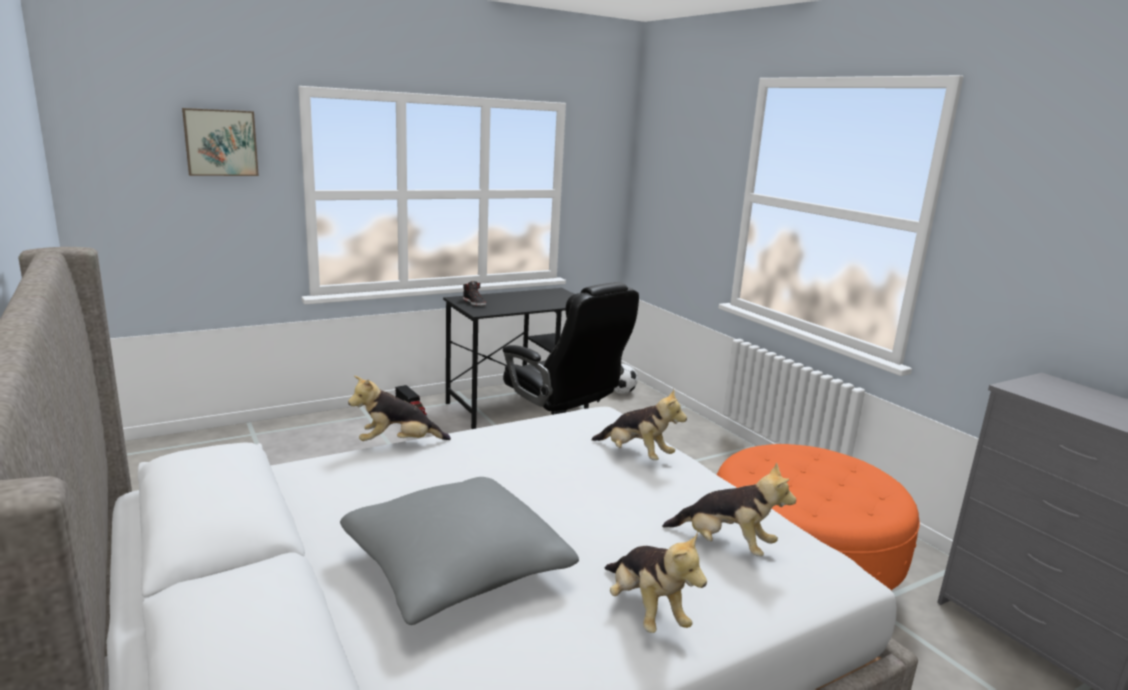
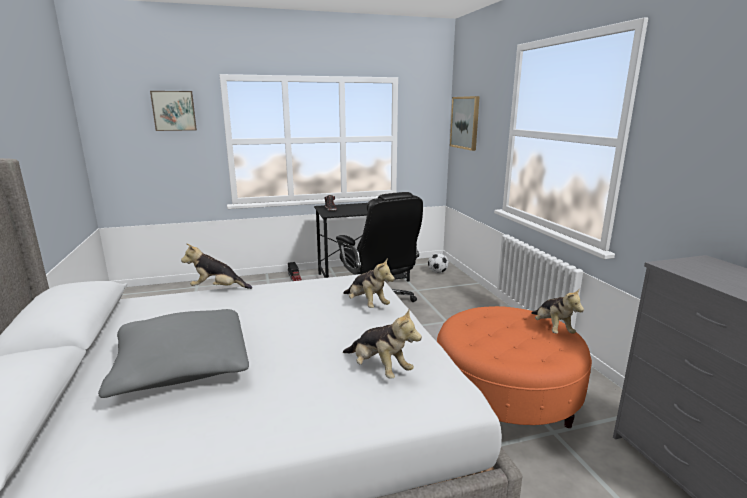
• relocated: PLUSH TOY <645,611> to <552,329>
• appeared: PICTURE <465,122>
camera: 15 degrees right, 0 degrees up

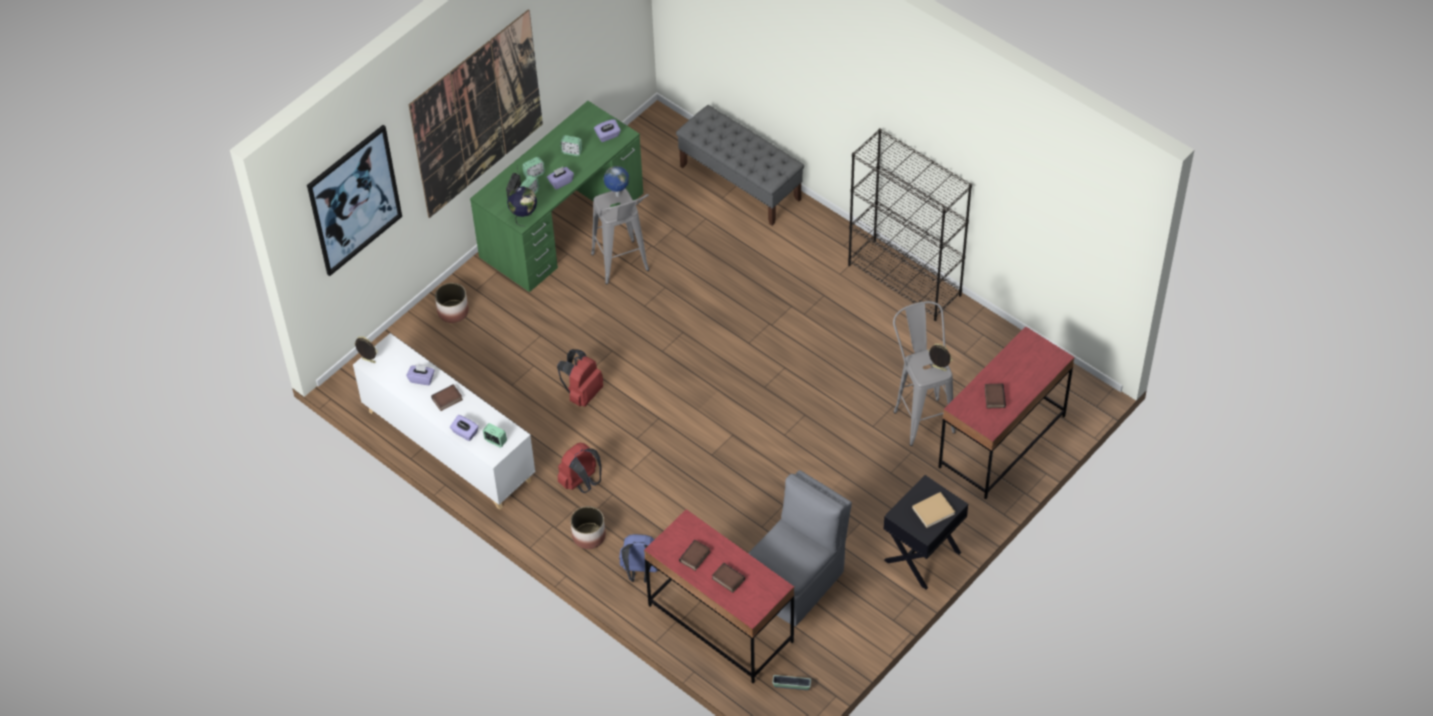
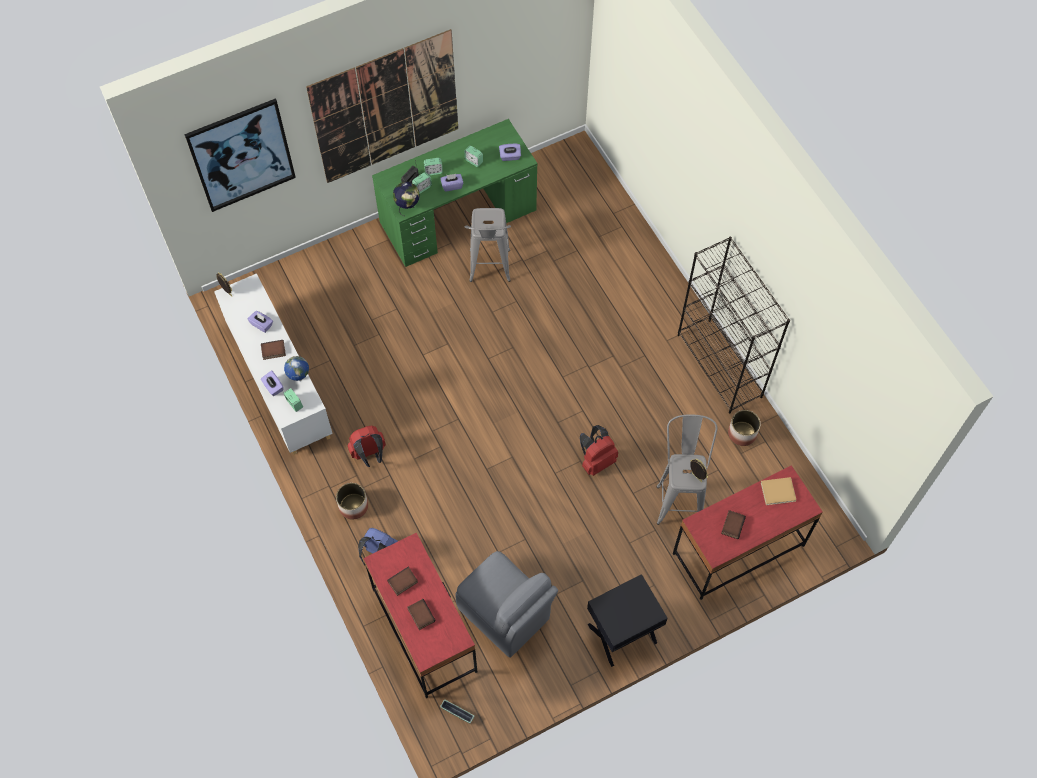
• missing: GREY BENCH <740,183>
• relocated: GLOBE <617,195> to <299,379>
• relocated: PLANTER <453,311> to <742,433>
• relocated: RED BACKPACK <582,393> to <596,460>
• spun: GREY CHAIR <796,581> = <505,615> 75 degrees clockwise
• relocated: BEIGE BOOK <934,510> to <779,491>
camera: 20 degrees right, 10 degrees up

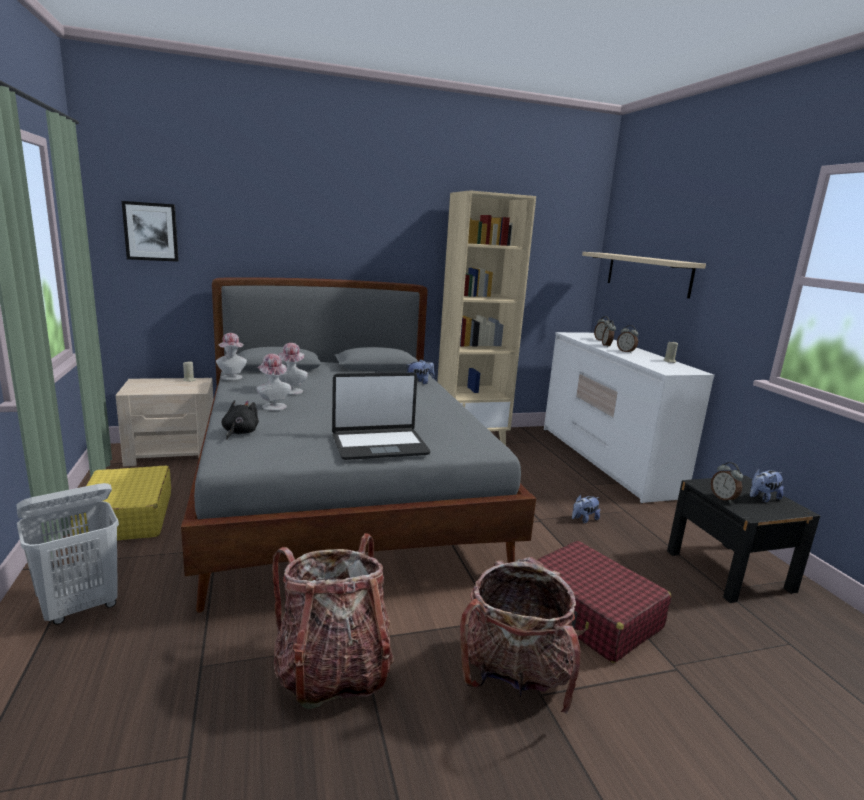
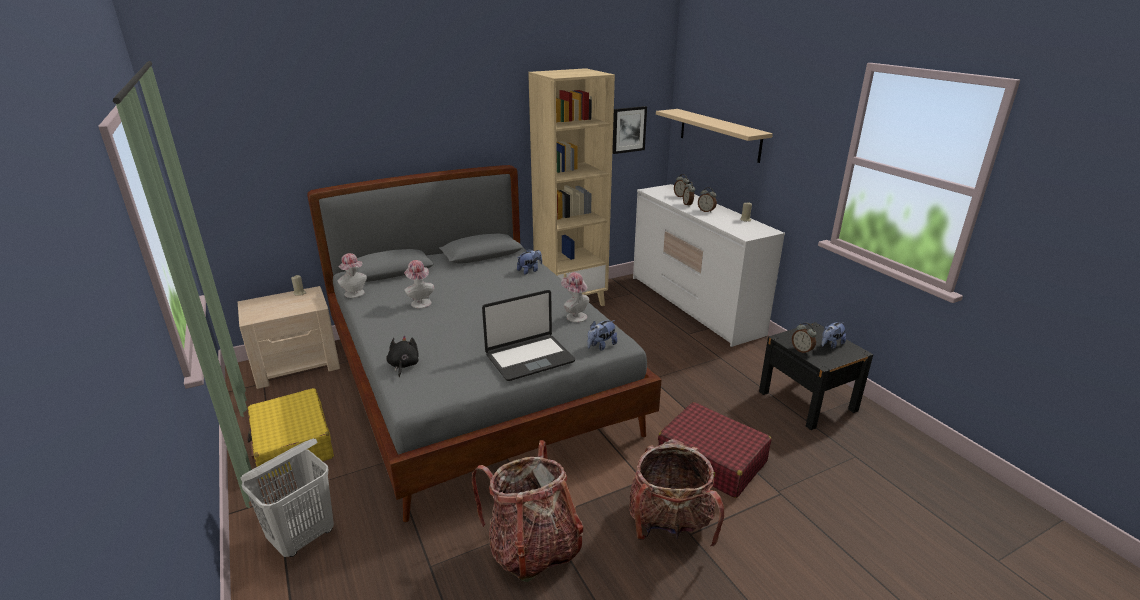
• relocated: PICTURE <151,231> to <628,129>
• relocated: HAT <273,406> to <574,316>
• relocated: PLUSH TOY <584,519> to <601,346>
camera: 10 degrees left, 10 degrees up

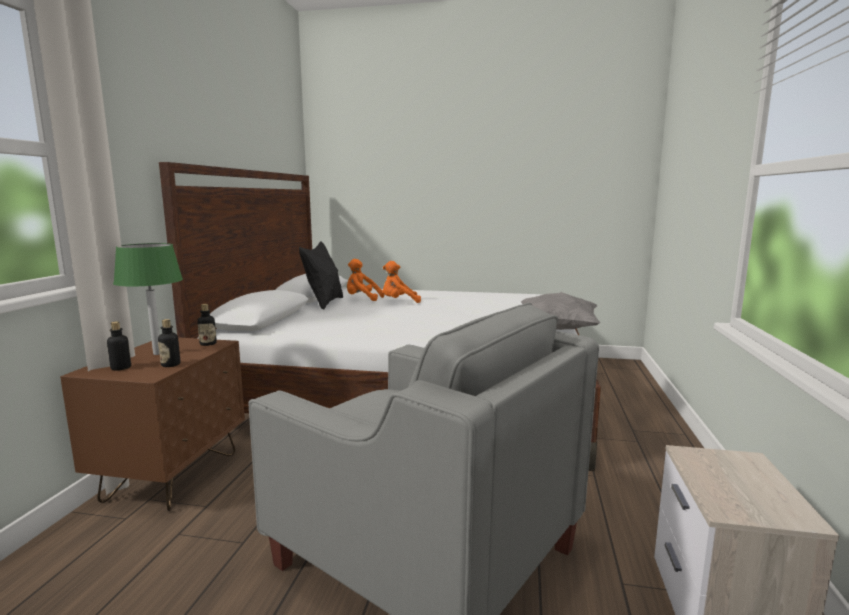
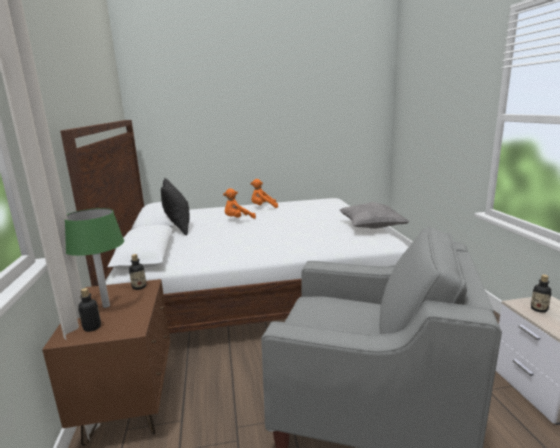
• relocated: ORANGE PLUSH TOY <362,299> to <263,207>
• relocated: BOTTLE <170,364> to <538,309>
camera: 20 degrees left, 5 degrees up

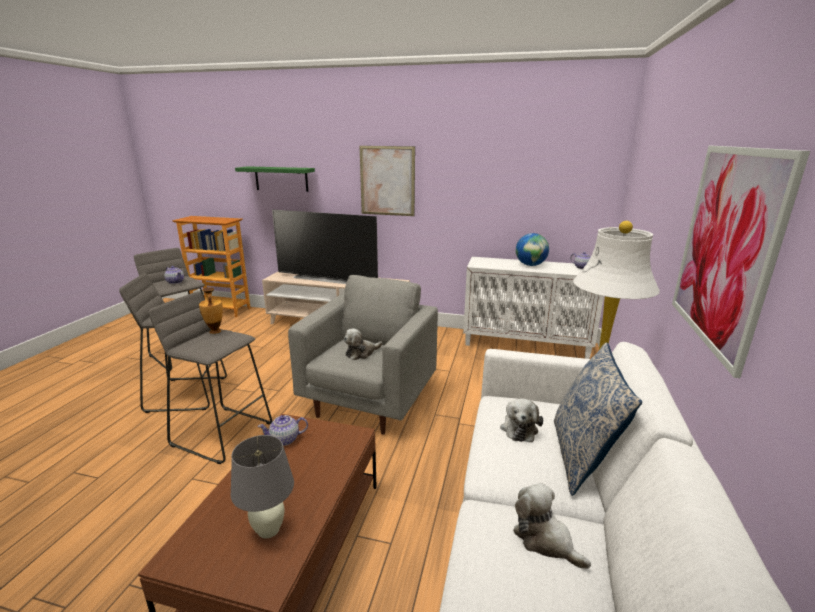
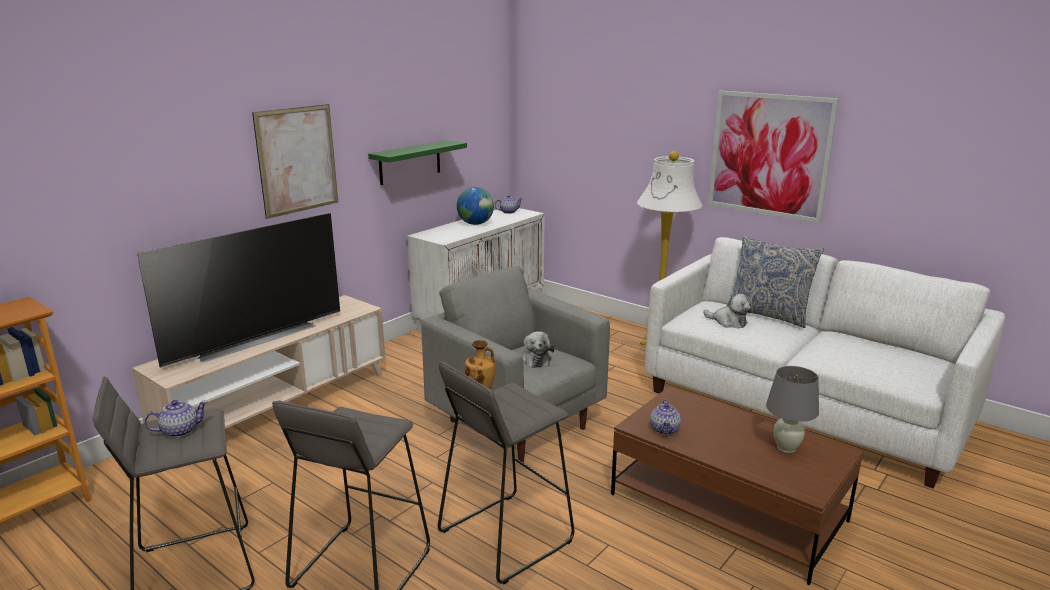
• relocated: GREEN SHELF <281,179> to <410,162>
• missing: PLUSH TOY <545,540>
camera: 65 degrees left, 0 degrees up

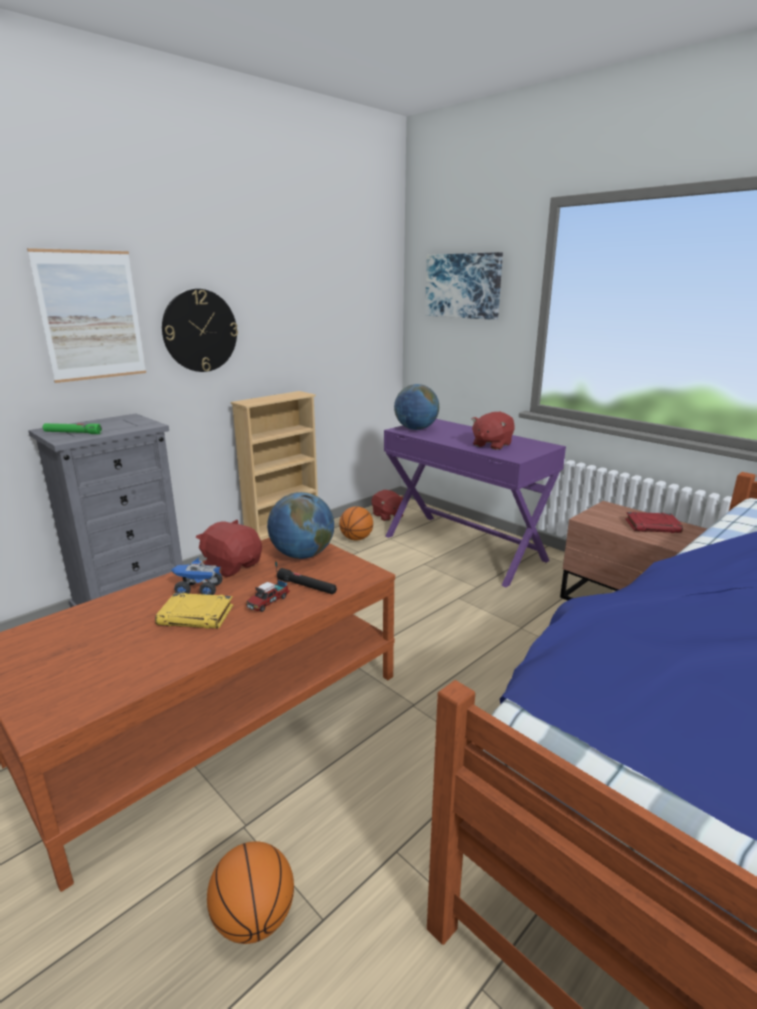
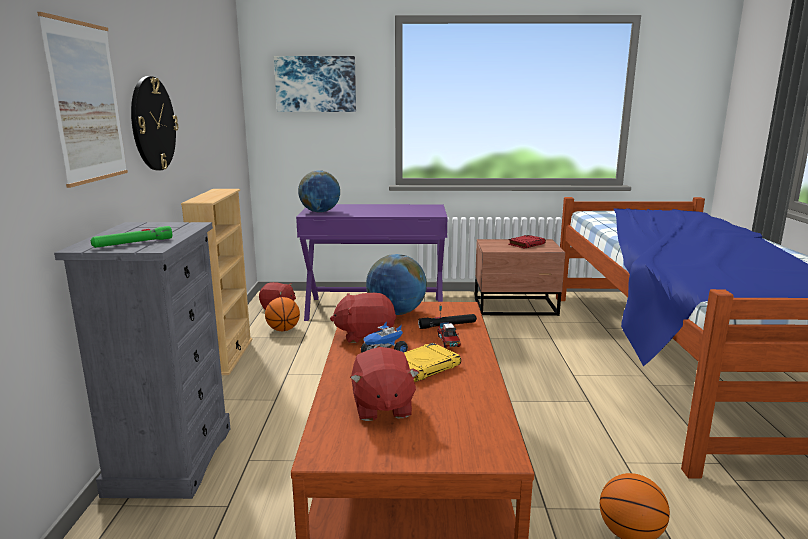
• relocated: RED PLUSH TOY <491,445> to <382,407>
camera: 45 degrees left, 5 degrees down

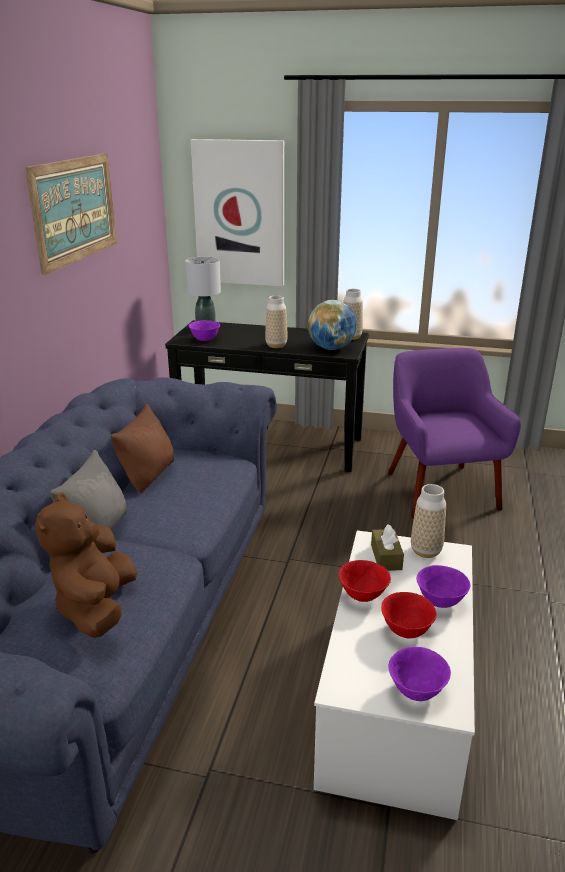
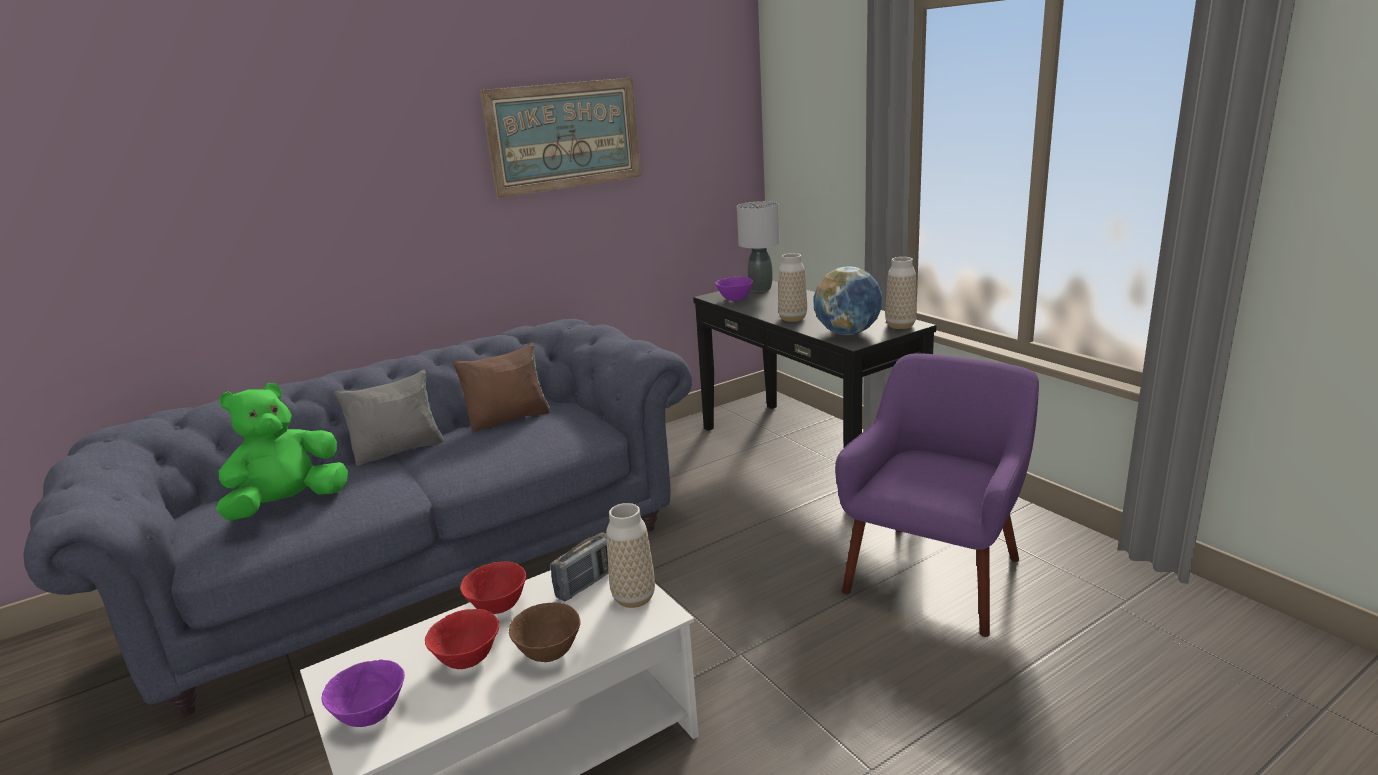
• missing: PICTURE <240,214>
• colour: BROWN PLUSH TOY <96,607> to GREEN PLUSH TOY <289,504>
• exchanged: BROWN TISSUE BOX <386,557> to RADIO <586,584>
• colour: PURPLE BOWL <440,601> to BROWN BOWL <549,653>
camera: 45 degrees right, 5 degrees down

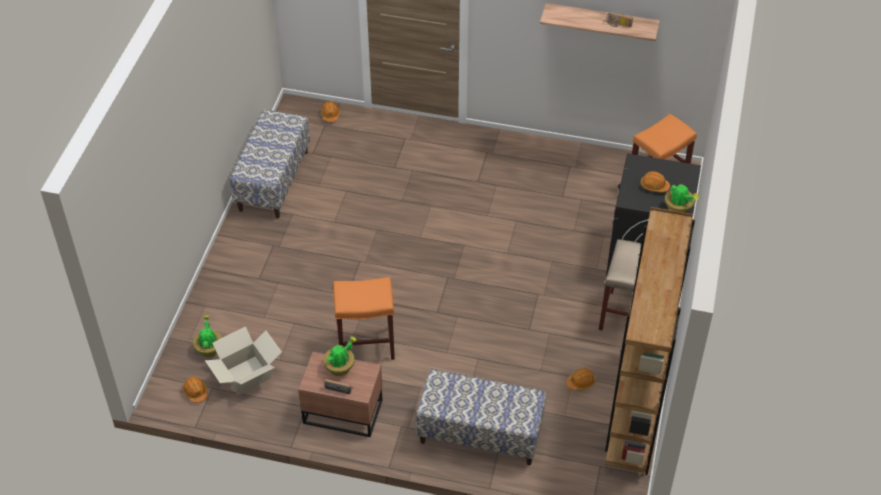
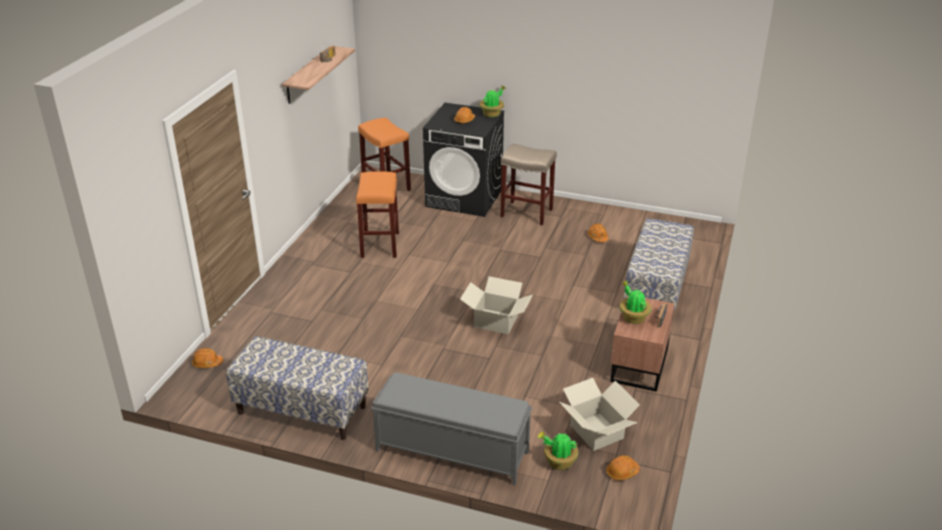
• missing: BROWN BOOKCASE <635,411>
• relocated: ORANGE STOOL <367,345> to <379,244>
• appeared: CARDBOARD BOX <496,321>
• appeared: GREY BENCH <451,451>
camera: 85 degrees left, 15 degrees down

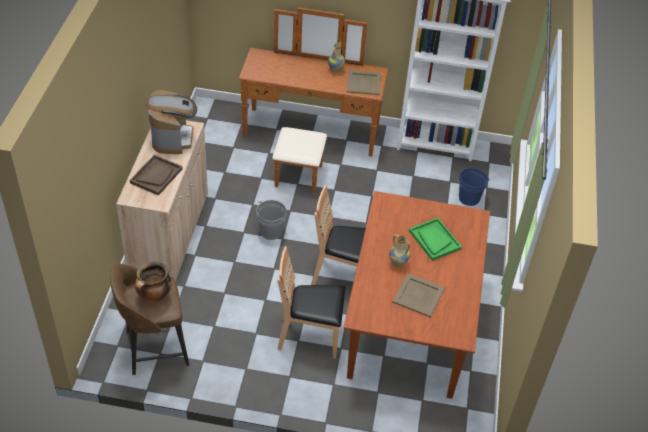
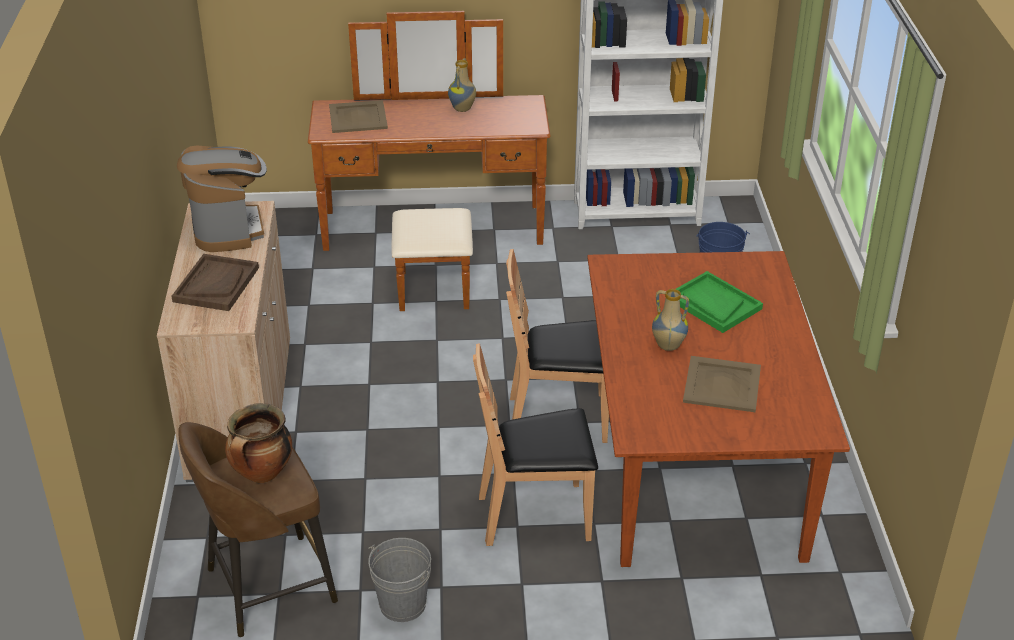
• relocated: BEIGE TRAY <363,82> to <357,117>
• relocated: GREY BUCKET <271,231> to <402,604>
camera: 10 degrees left, 10 degrees down

